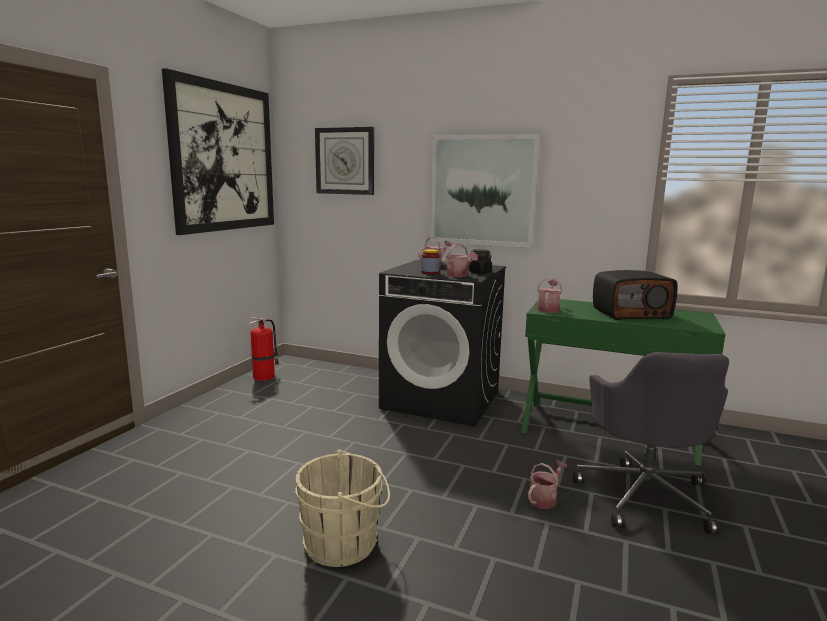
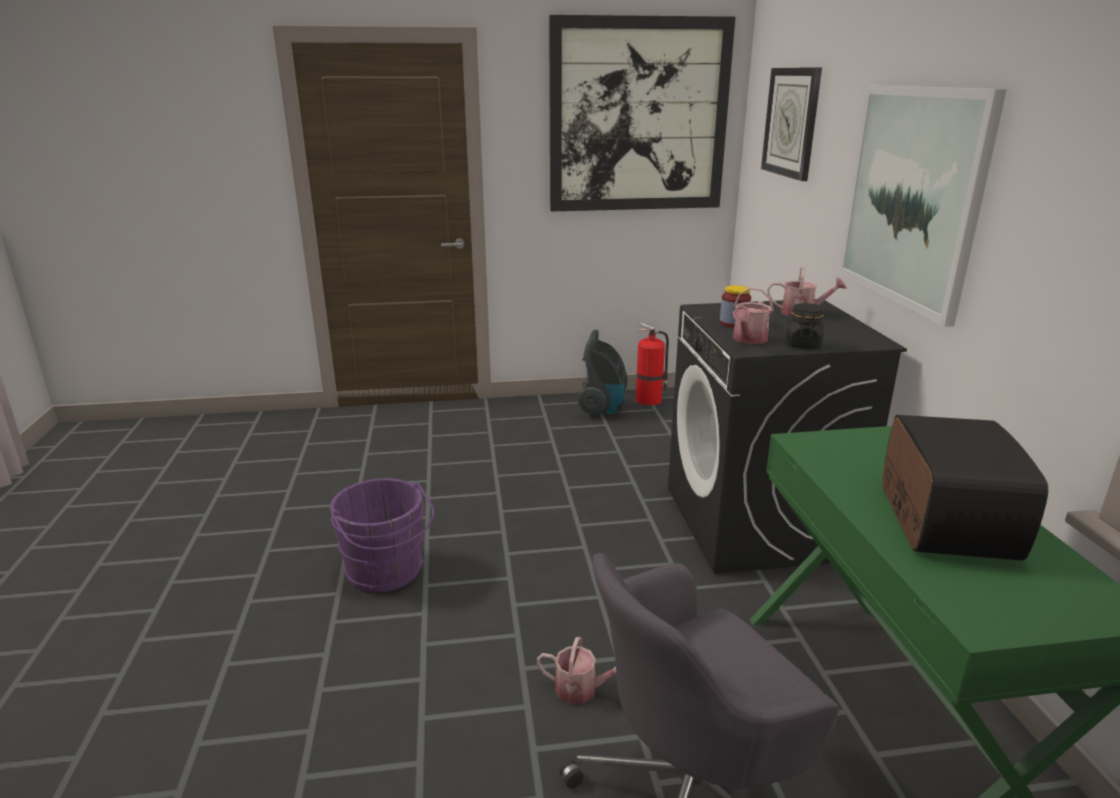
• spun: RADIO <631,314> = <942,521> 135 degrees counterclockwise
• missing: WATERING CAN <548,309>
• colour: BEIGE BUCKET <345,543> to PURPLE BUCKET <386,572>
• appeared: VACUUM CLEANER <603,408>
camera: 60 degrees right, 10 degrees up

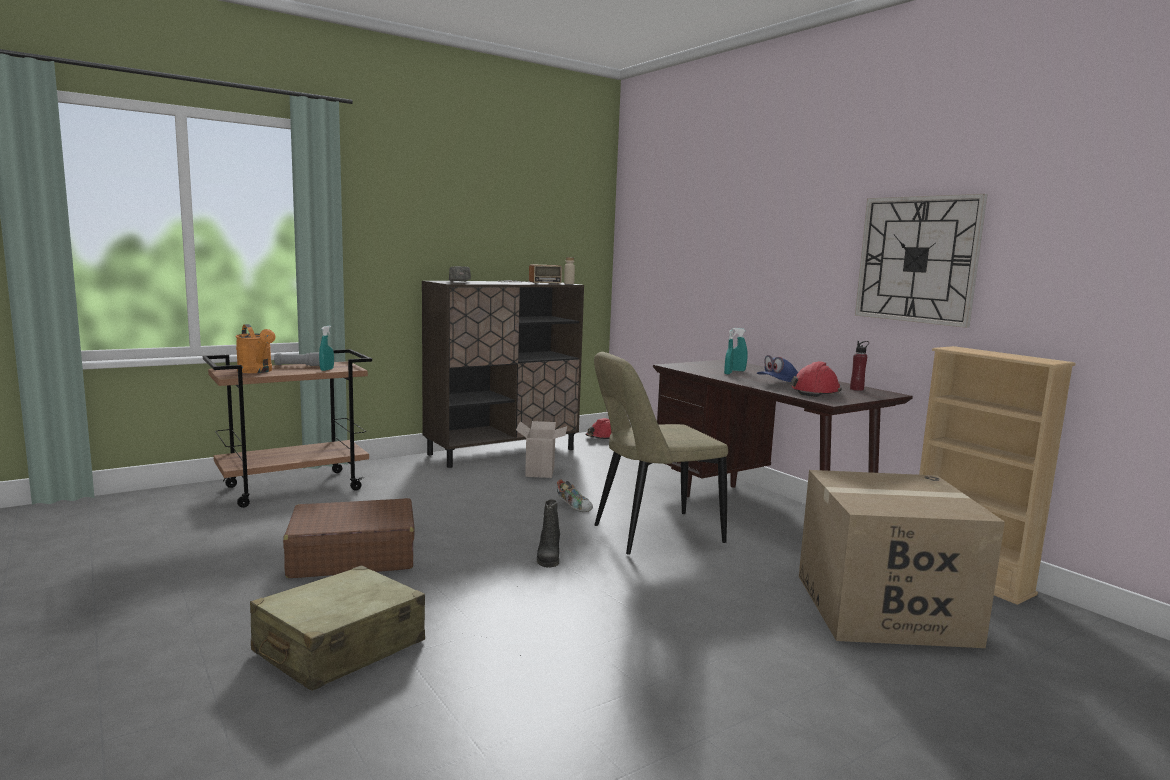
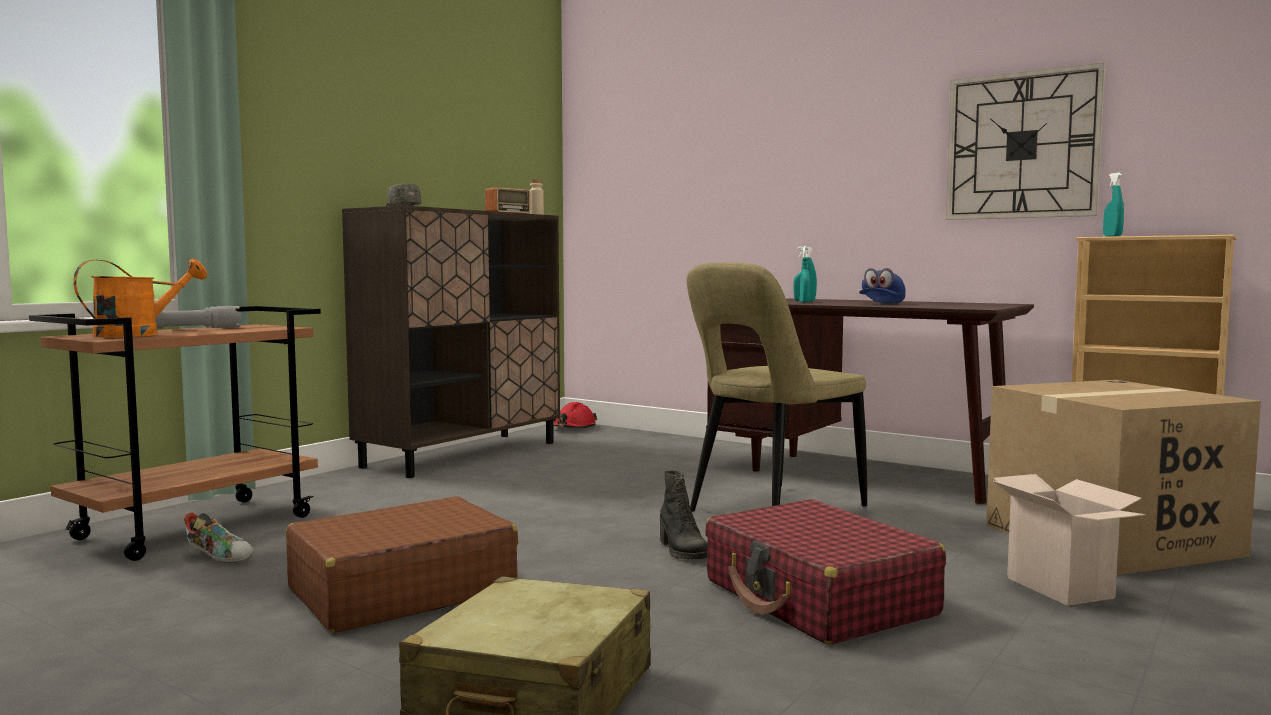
• spun: ORANGE WATERING CAN <257,371> = <138,334> 75 degrees counterclockwise
• relocated: TURQUOISE SPRAY BOTTLE <327,369> to <1112,236>
• missing: RED BOTTLE <856,389>
• missing: RED HARD HAT <815,392>
• relocated: CARDBOARD BOX <541,472> to <1063,588>
• relocated: SHOE <574,507> to <220,557>
• appeared: RED SUITCASE <819,598>
camera: 20 degrees left, 5 degrees down

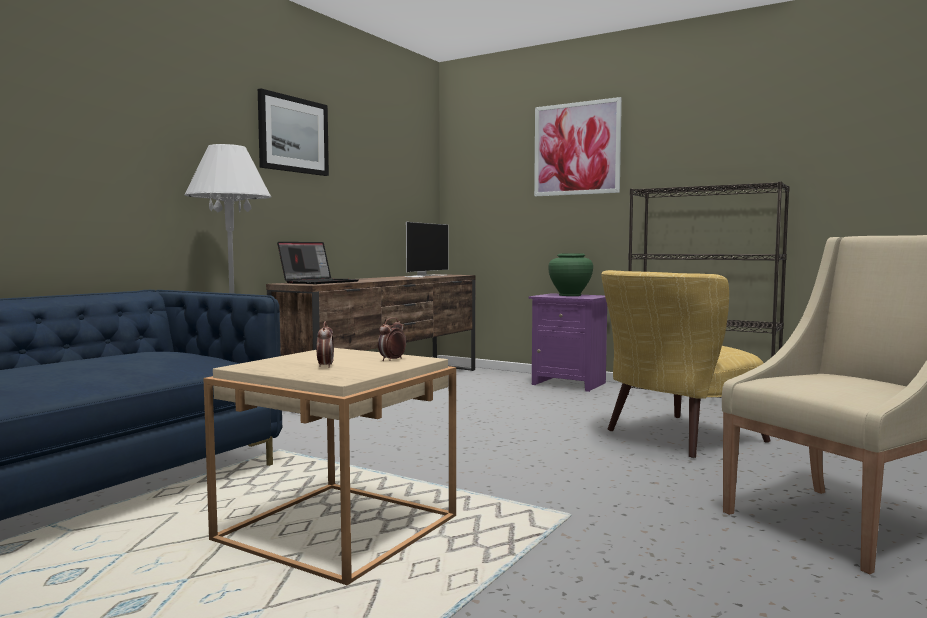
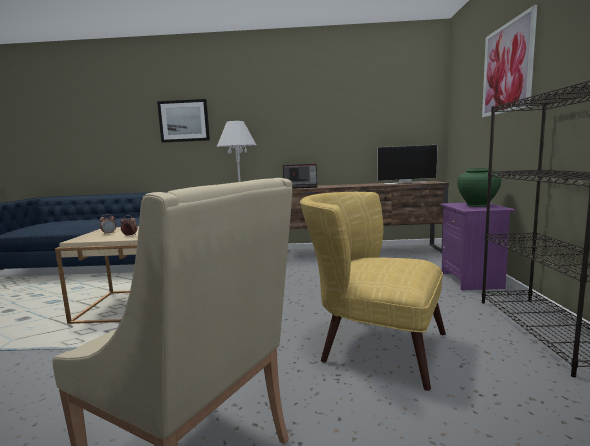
• relocated: PICTURE <293,135> to <184,121>
camera: 60 degrees right, 5 degrees up

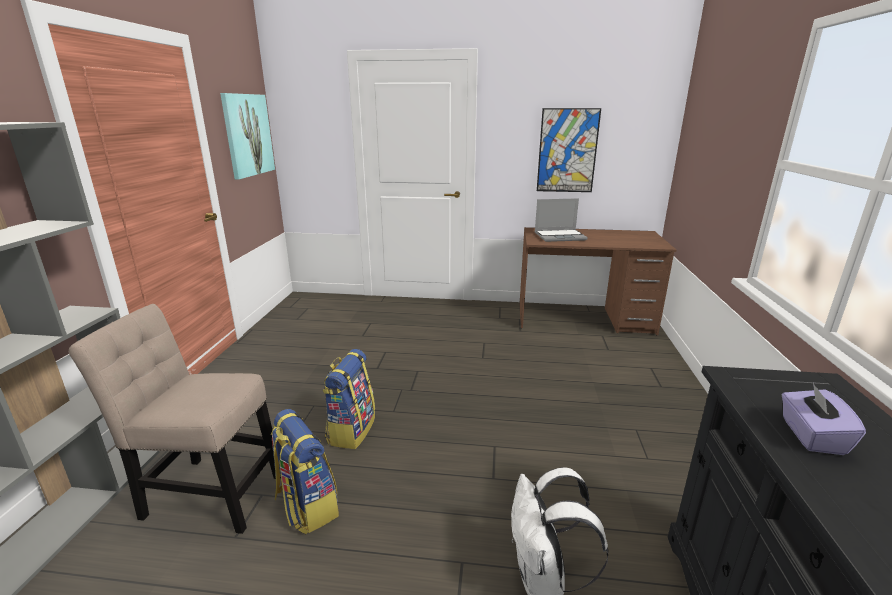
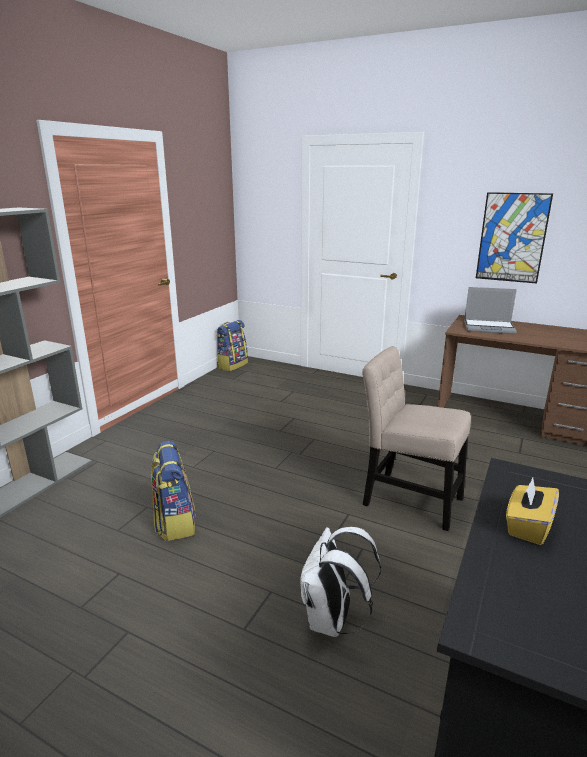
• missing: PICTURE <248,135>
• relocated: BEIGE CHAIR <208,493> to <408,499>
• relocated: BACKPACK <351,430> to <232,365>
• colour: PURPLE TISSUE BOX <811,436> to YELLOW TISSUE BOX <527,526>
camera: 20 degrees right, 0 degrees up

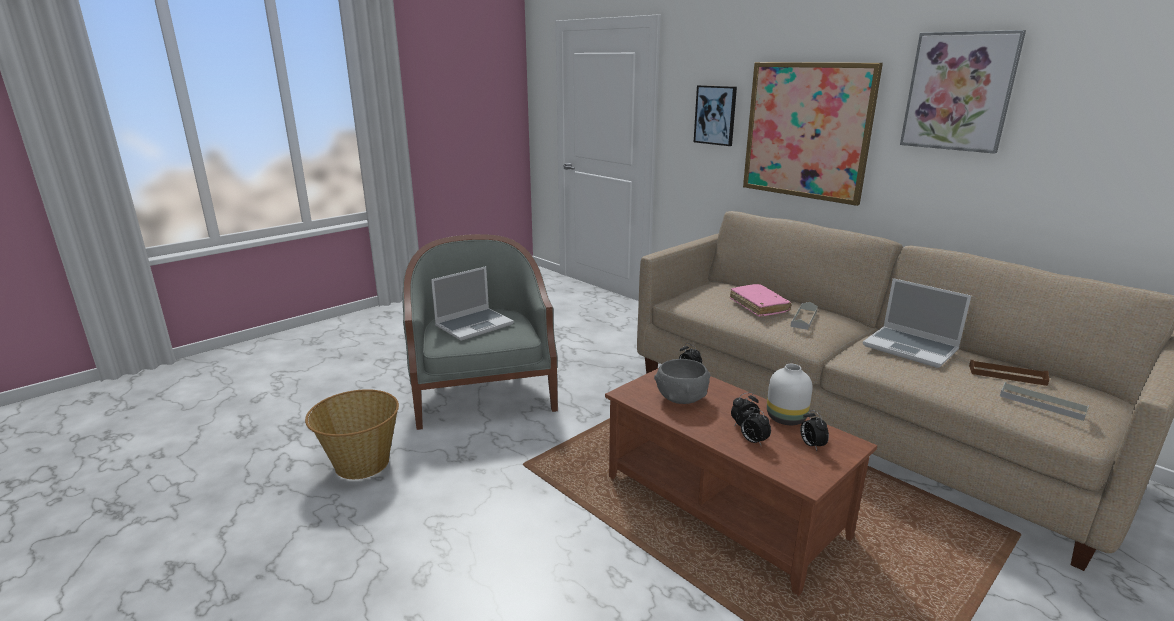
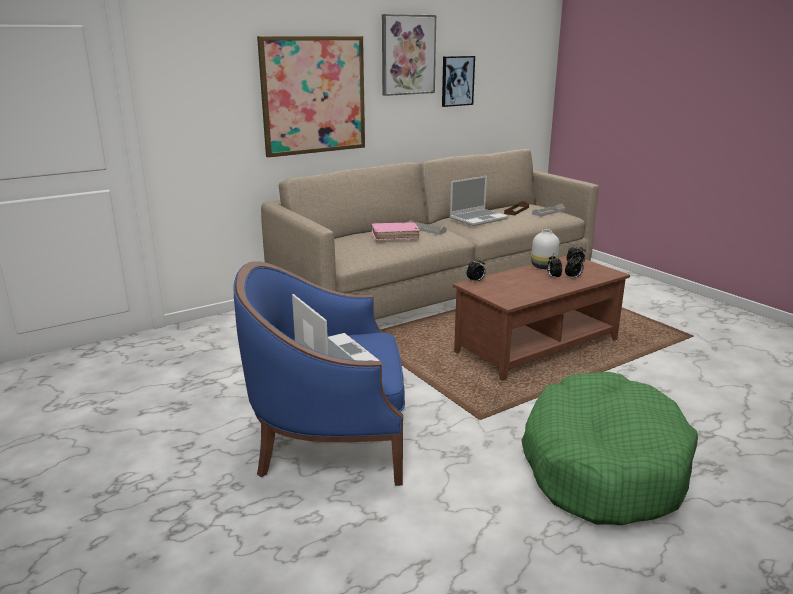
• relocated: PICTURE <715,115> to <457,81>
• colour: GREY ARMCHAIR <483,393> to BLUE ARMCHAIR <330,439>
• missing: GREY BOWL <681,398>
• missing: BASKET <361,463>
• appeared: GREEN DOG BED <602,465>
camera: 80 degrees left, 0 degrees up

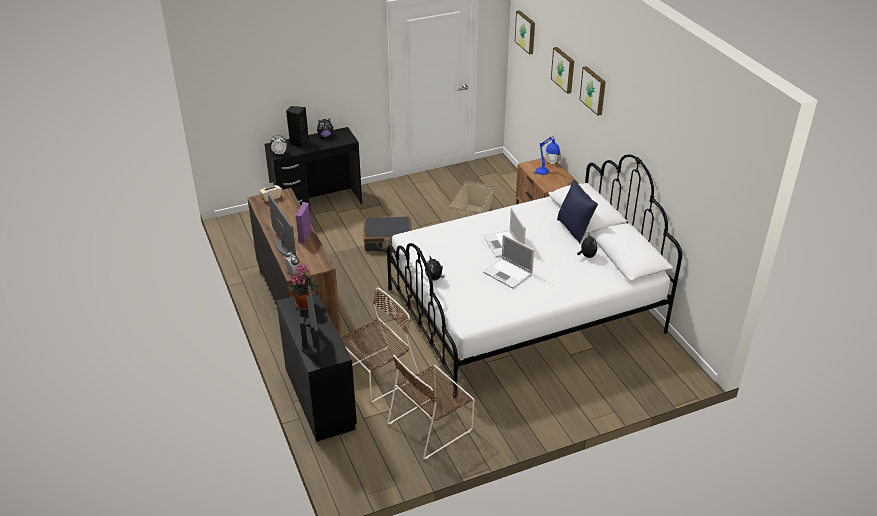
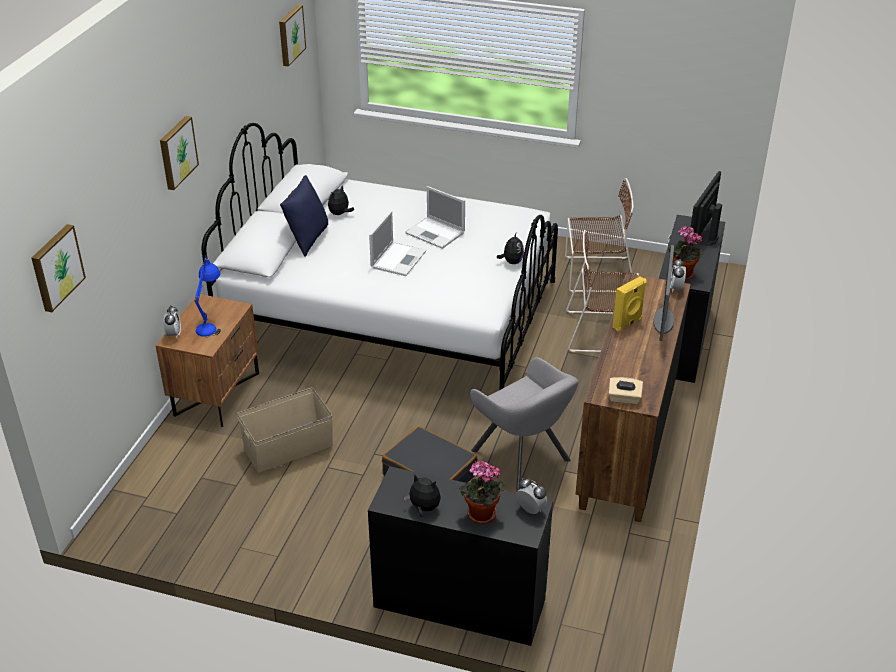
• relocated: PICTURE <564,69> to <290,35>
• exchanged: BLACK SPEAKER <299,143> to POTTED PLANT <480,516>
• colour: PURPLE SPEAKER <304,236> to YELLOW SPEAKER <628,323>
• spun: LAPTOP <508,273> = <436,233> 135 degrees clockwise
• appeared: GREY ARMCHAIR <523,458>
camera: 140 degrees left, 0 degrees up

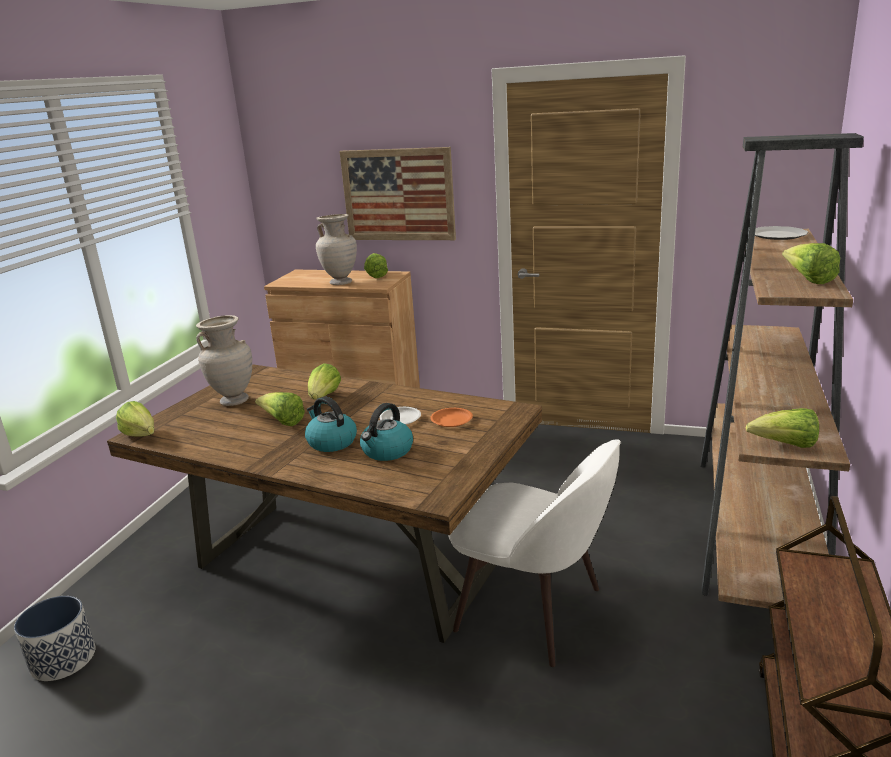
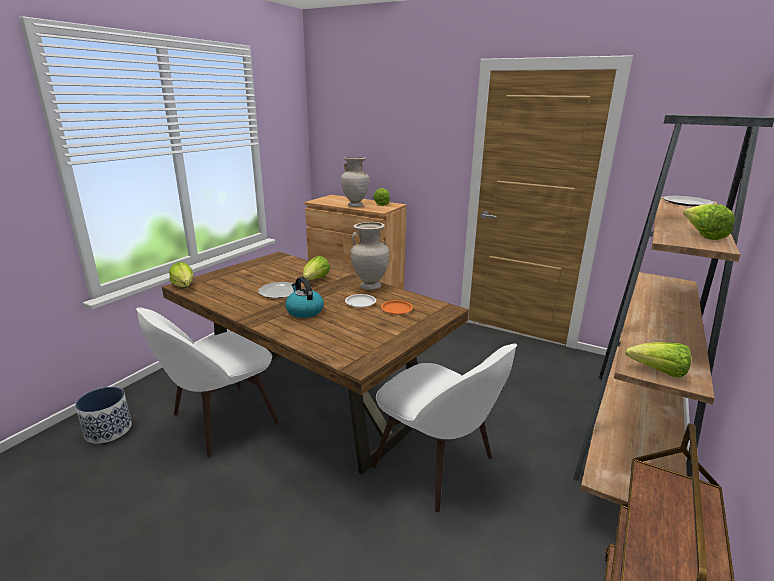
• missing: PICTURE <398,195>
• relocated: BEIGE VASE <234,401> to <370,286>
• exchanged: LETTUCE <282,422> to PLATE <279,292>
• missing: KETTLE <387,451>
• appeared: WHITE CHAIR <220,420>
camera: 10 degrees right, 0 degrees up

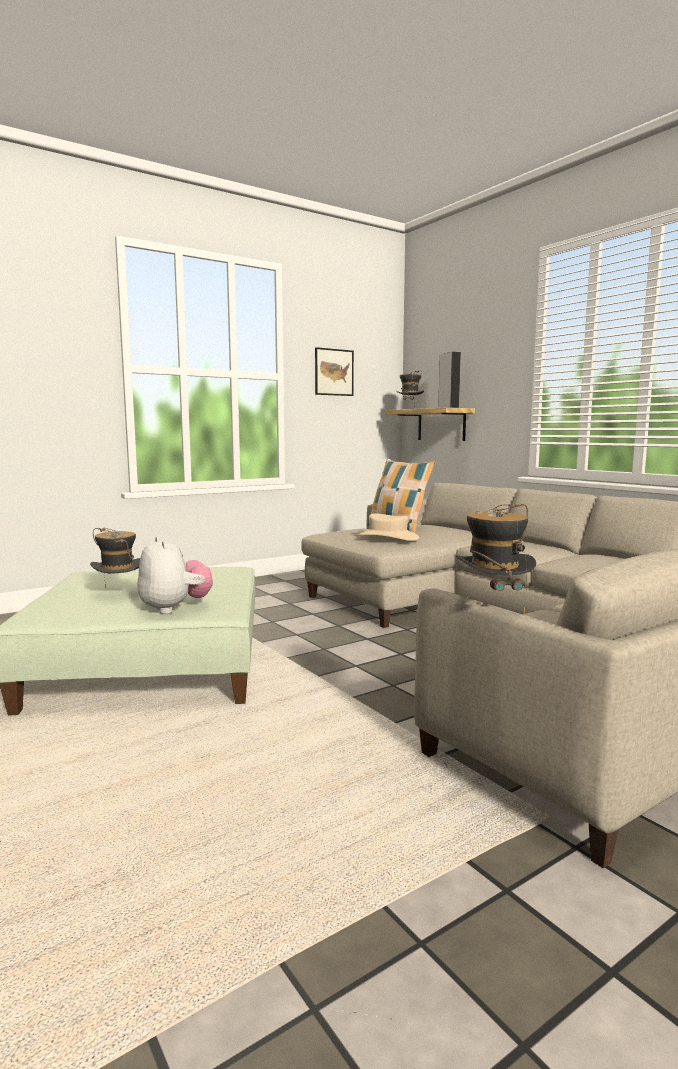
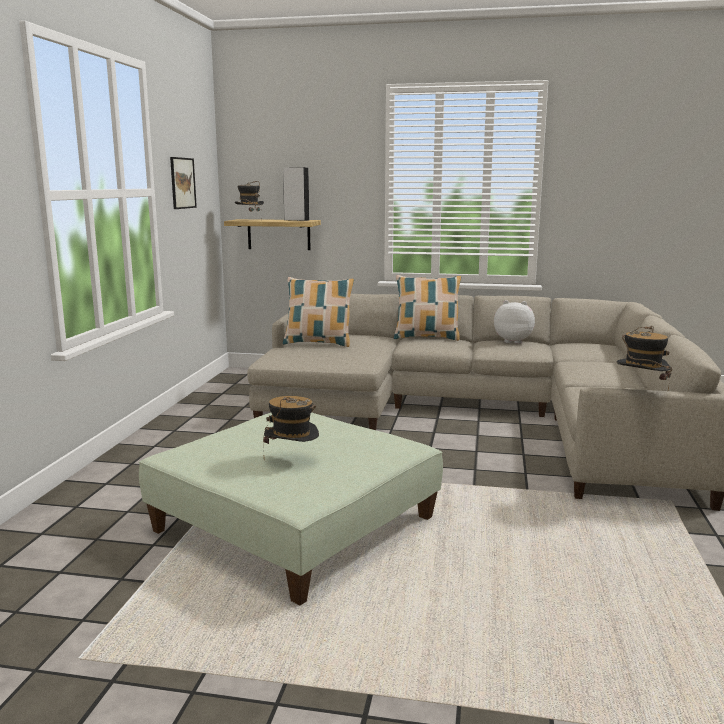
• missing: BEIGE HAT <388,537>
• relocated: PLUSH TOY <174,609> to <513,341>
• appeared: PILLOW <426,337>
camera: 45 degrees left, 5 degrees up

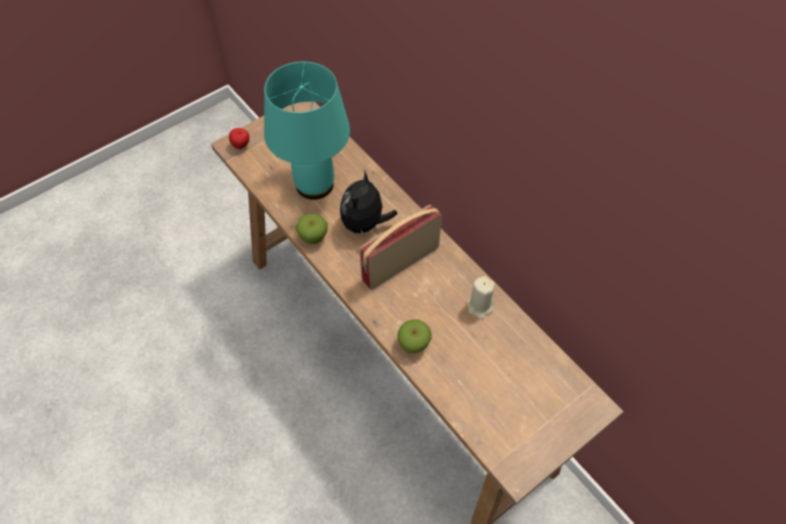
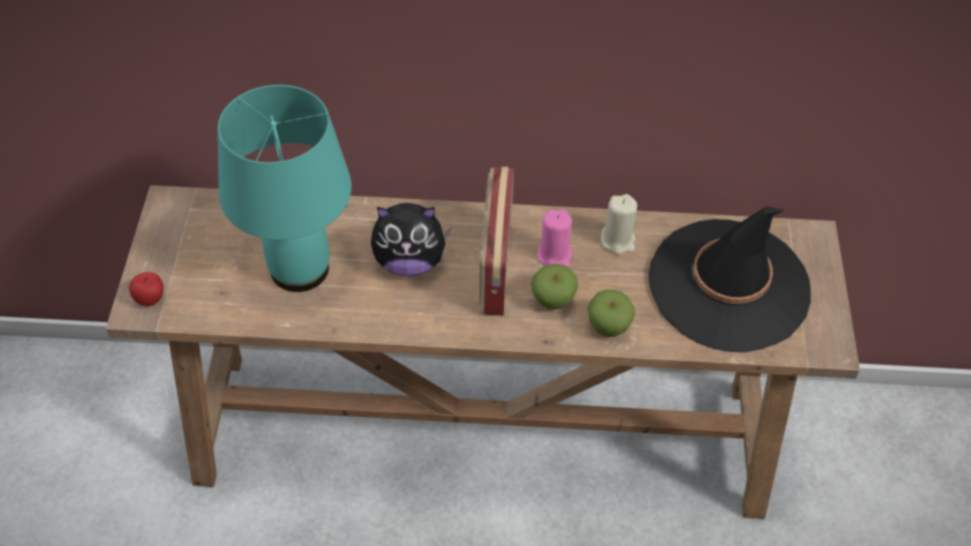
• spun: PLUSH TOY <365,224> = <409,262> 60 degrees counterclockwise
• relocated: APPLE <313,237> to <553,301>
• appeared: BLACK HAT <729,285>
• appeared: PINK CANDLE <554,255>
camera: 50 degrees left, 5 degrees down

